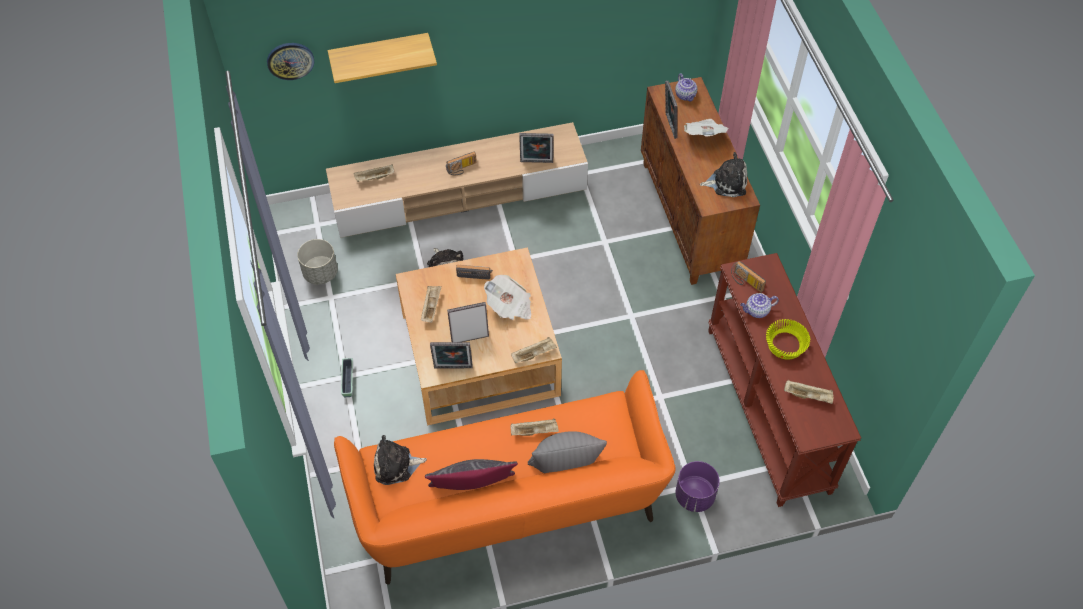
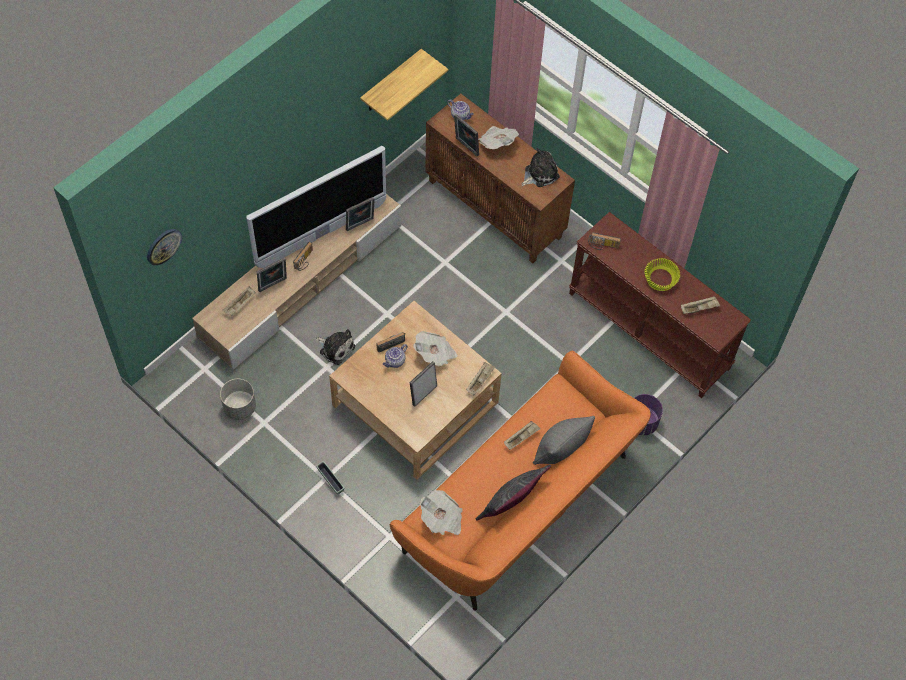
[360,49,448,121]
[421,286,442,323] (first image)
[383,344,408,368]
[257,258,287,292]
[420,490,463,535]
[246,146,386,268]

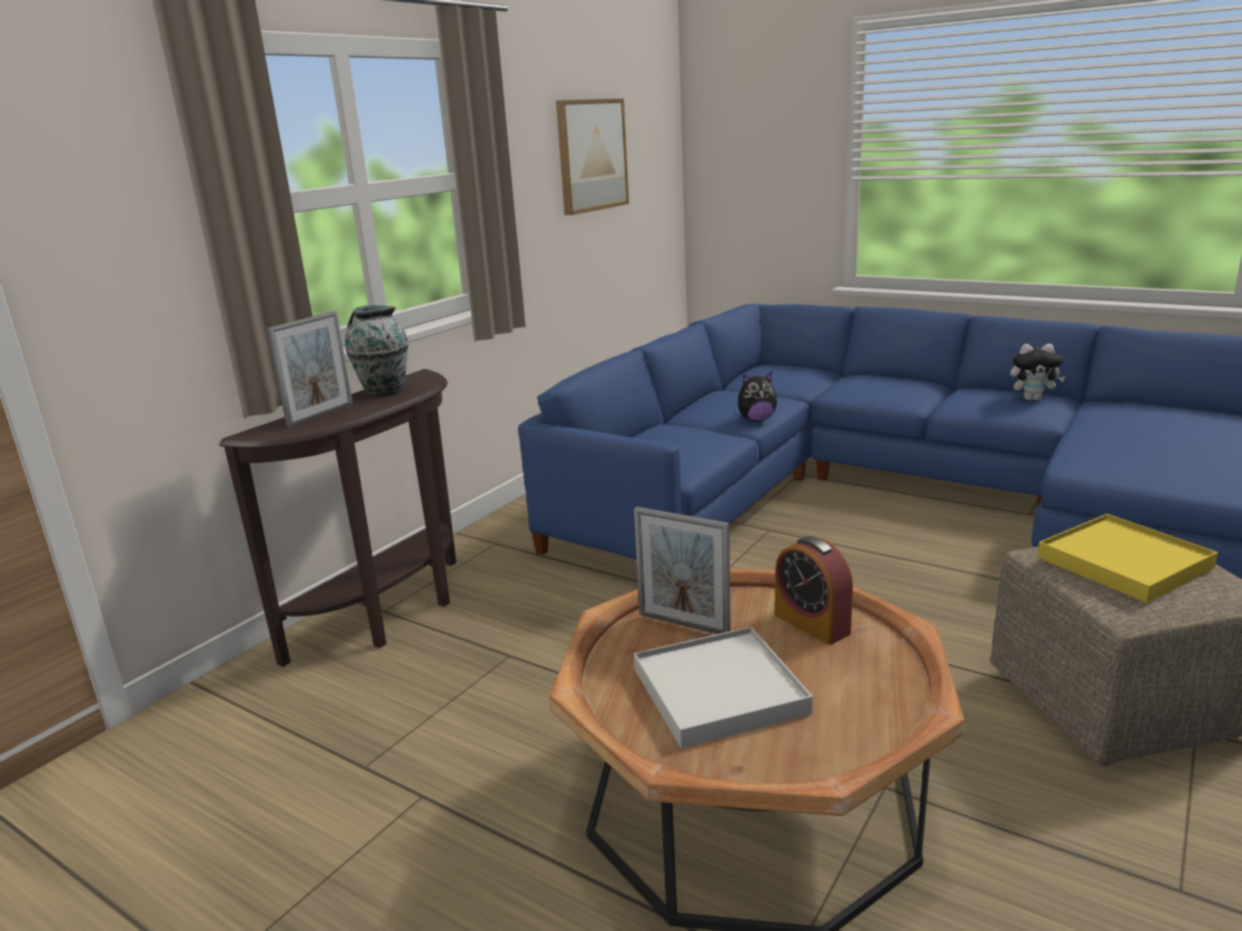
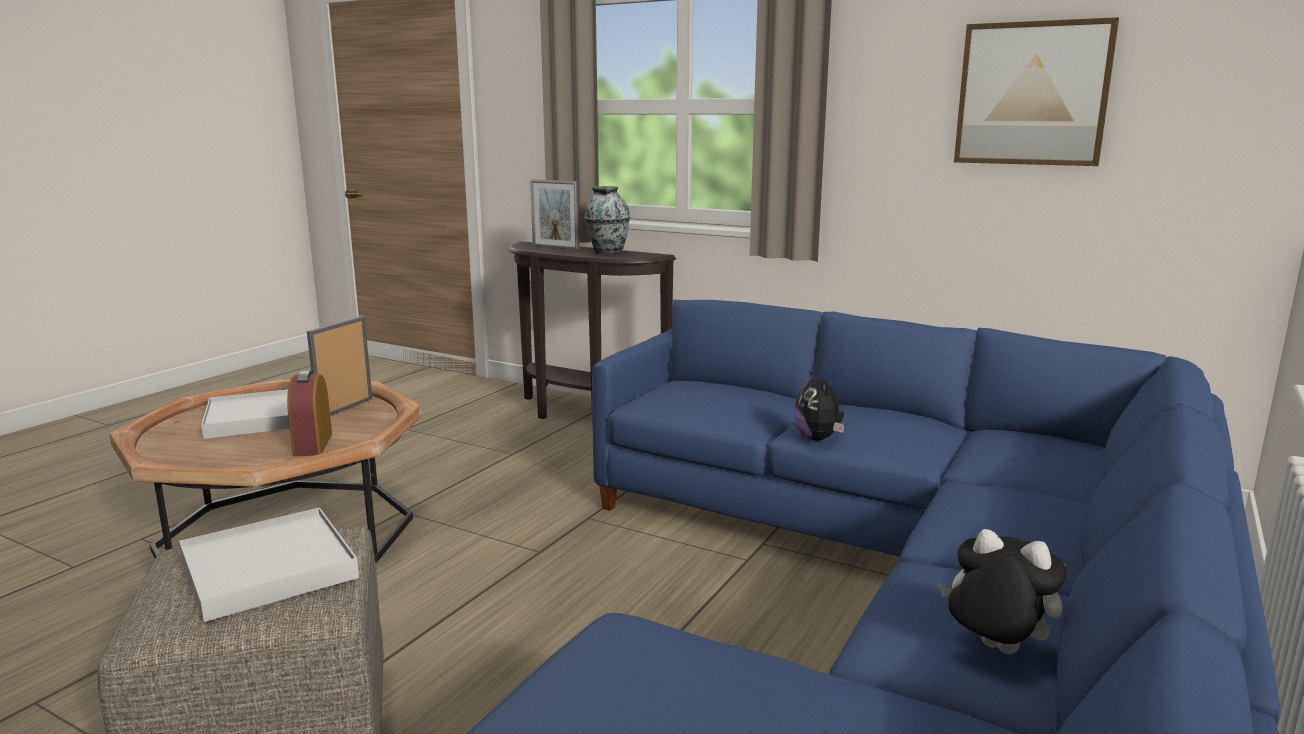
[939,529,1067,654]
[179,507,359,622]
[287,371,332,457]

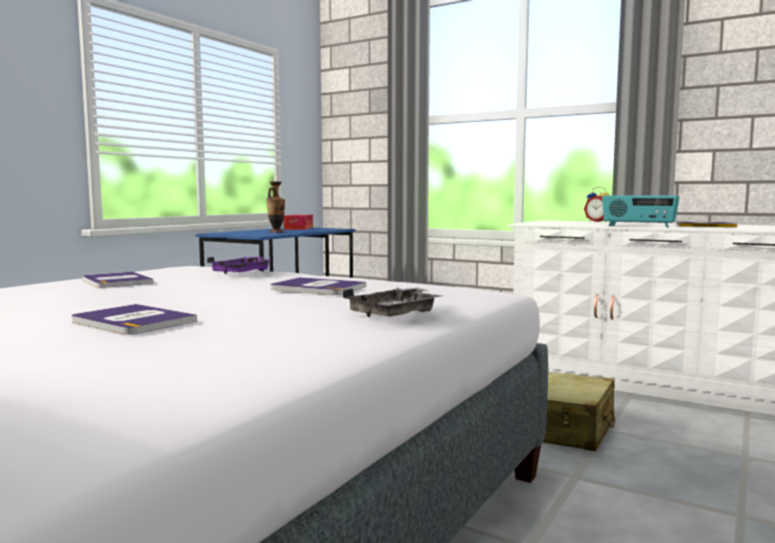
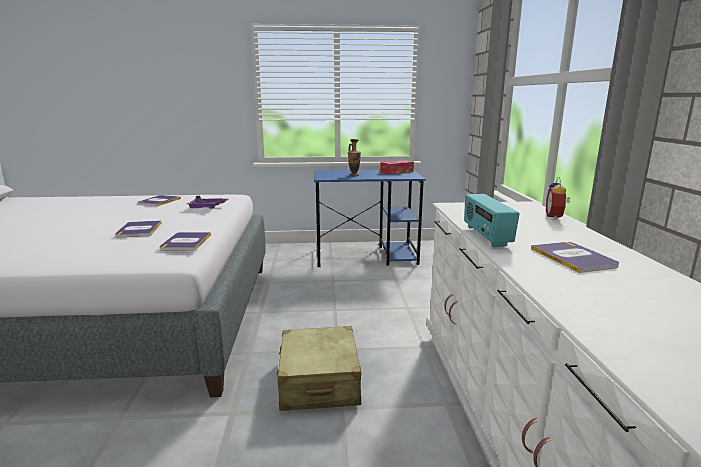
[343,287,442,317] (first image)
[159,232,211,251]

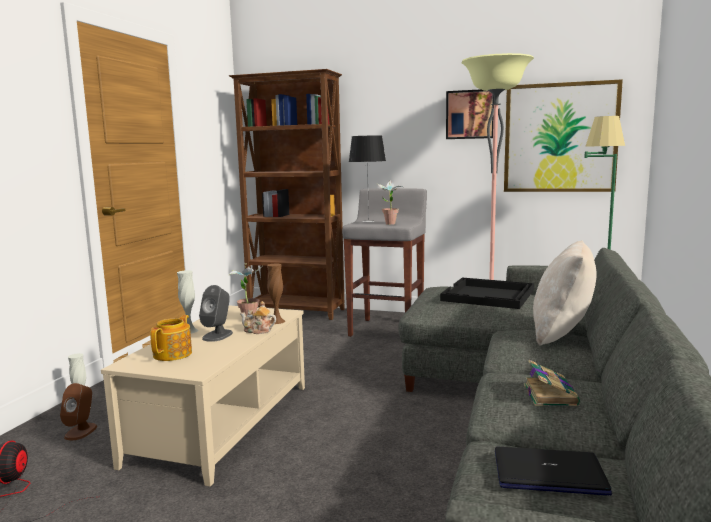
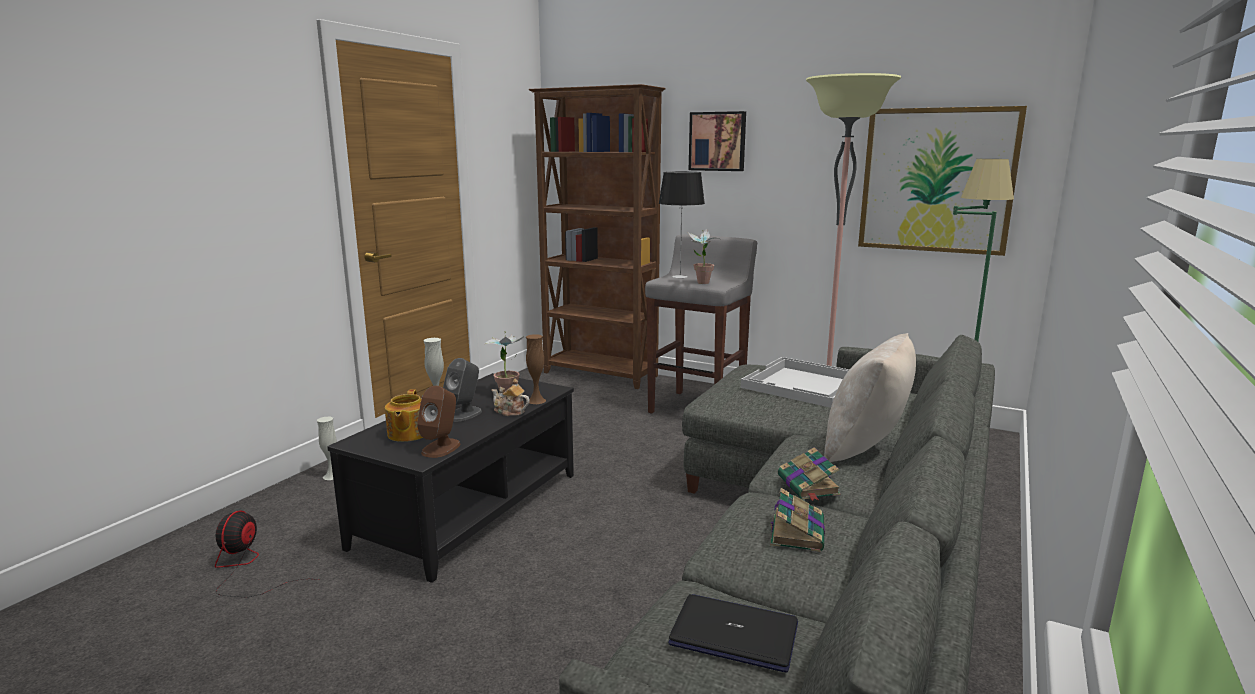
[689,111,746,171]
[741,357,850,408]
[327,373,574,583]
[385,390,423,442]
[417,386,460,458]
[778,447,841,501]

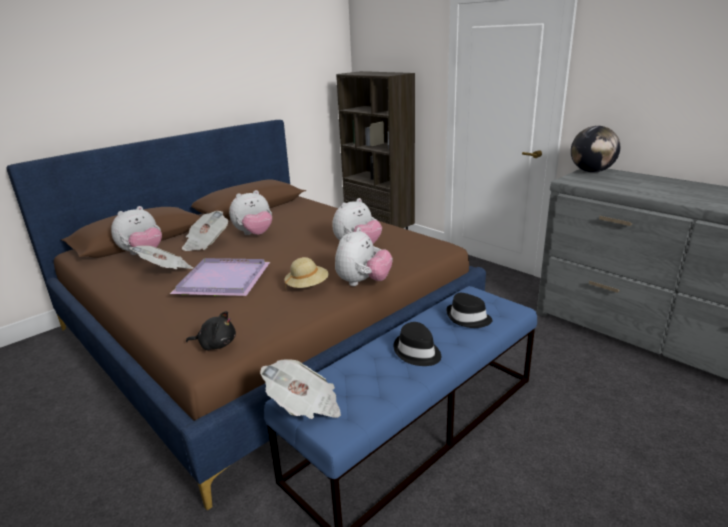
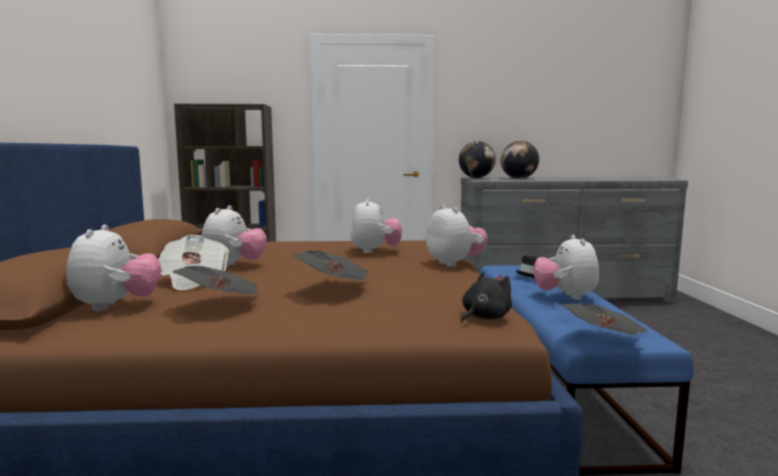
[285,257,329,288] (first image)
[293,251,369,280]
[533,235,599,300]
[501,141,539,179]

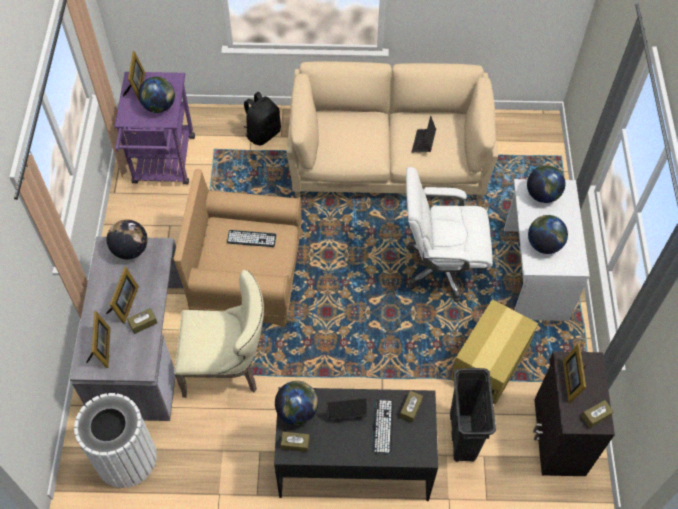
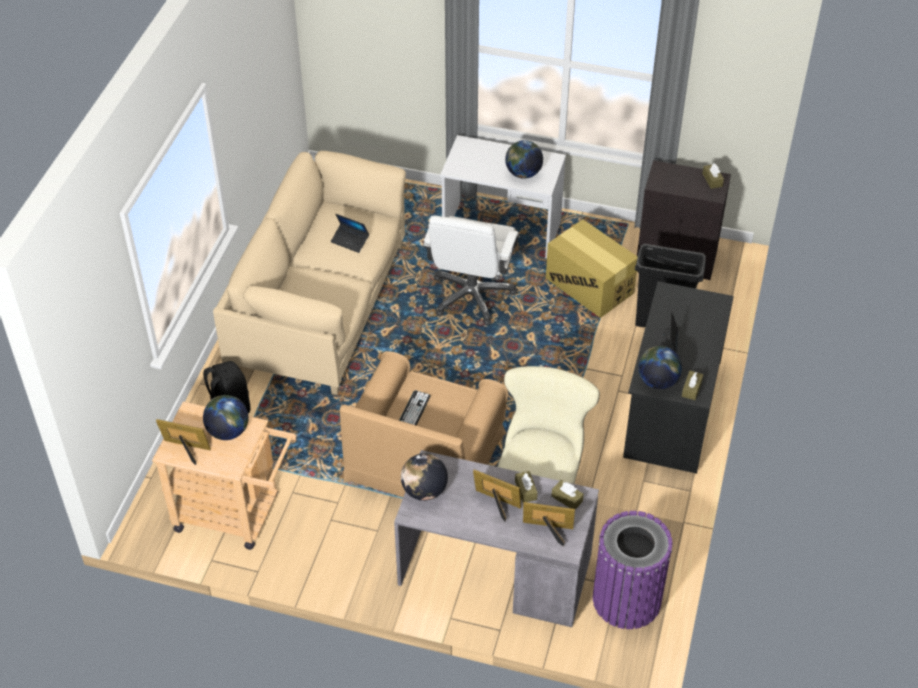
[152,402,297,550]
[527,165,566,203] (first image)
[563,344,586,403] (first image)
[551,480,584,510]
[593,511,673,629]
[372,399,393,455] (first image)

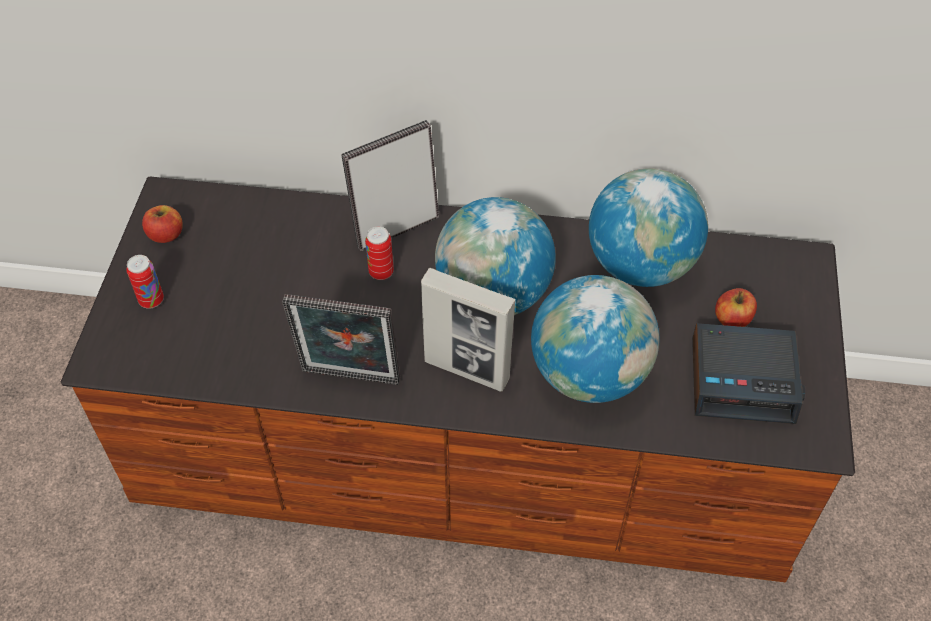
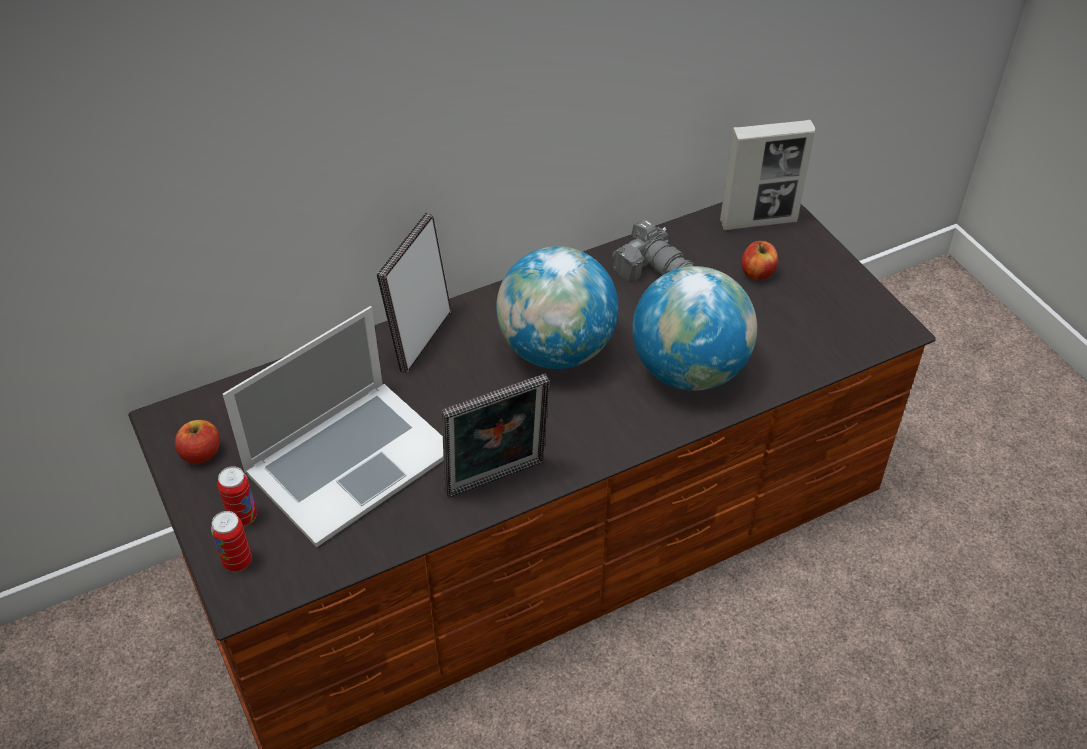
[612,219,694,281]
[211,511,252,572]
[720,120,816,230]
[692,323,805,424] (first image)
[223,306,444,547]

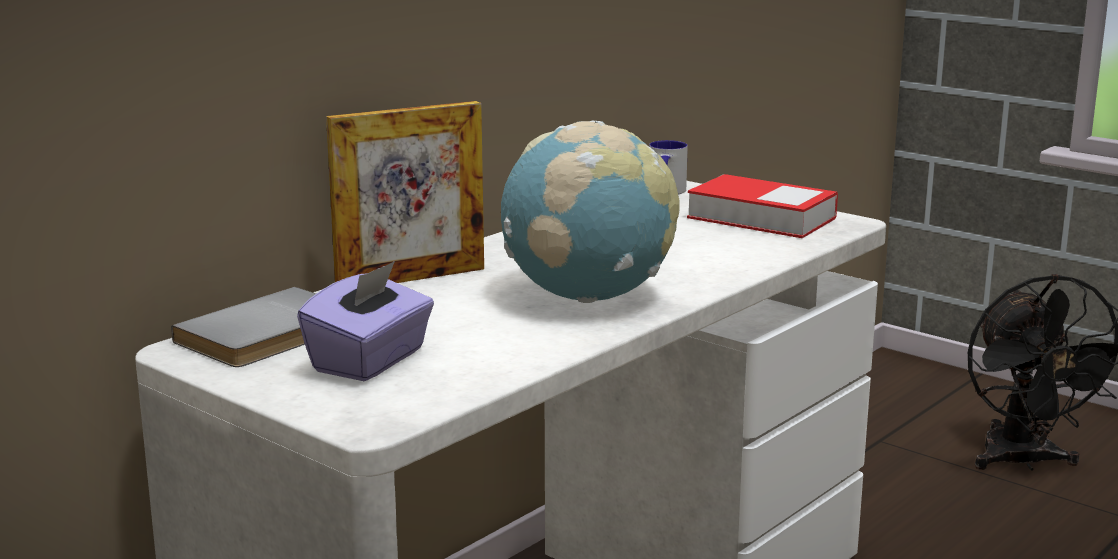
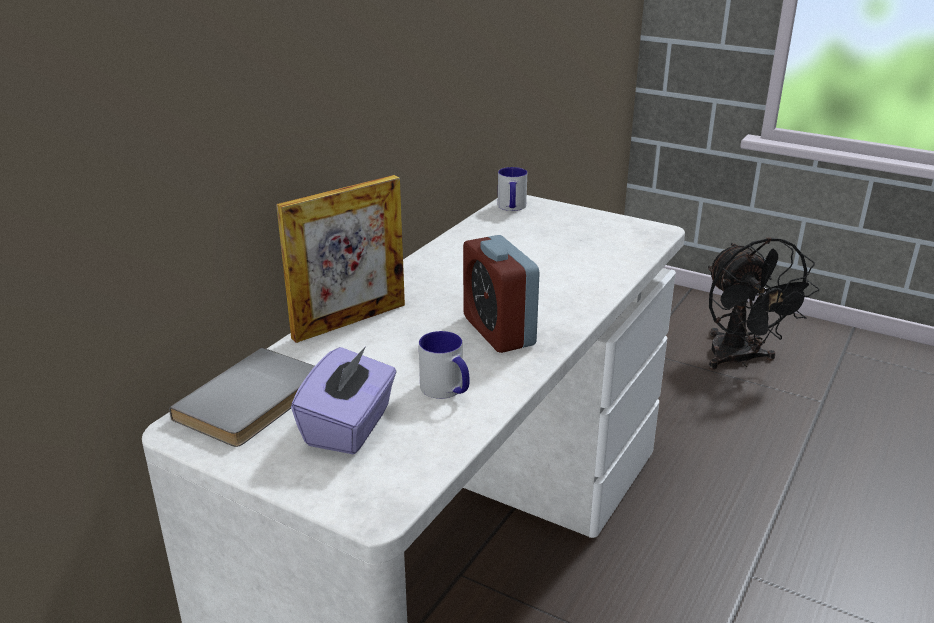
[463,235,540,353]
[687,174,838,238] (first image)
[419,331,469,399]

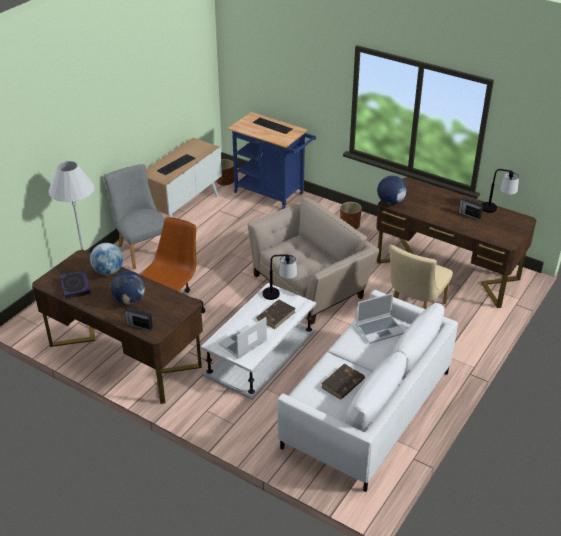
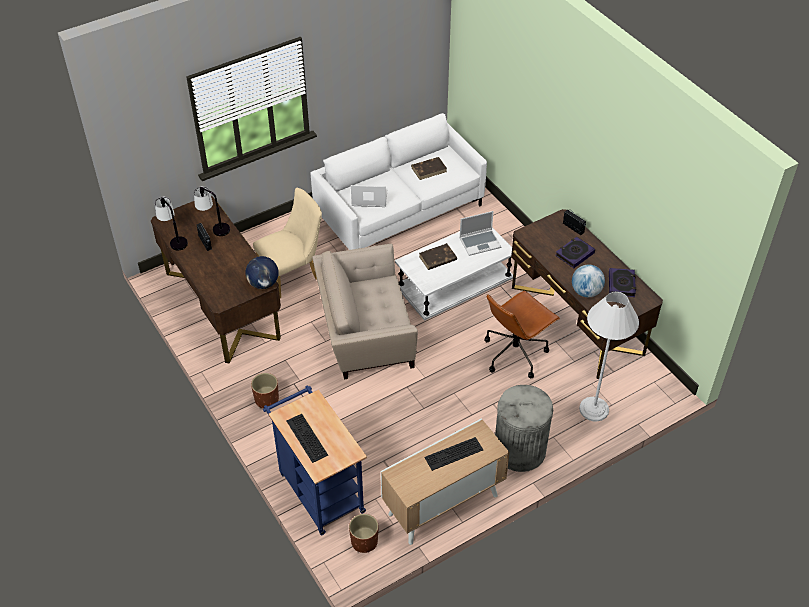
[495,385,553,472]
[194,186,230,236]
[555,237,595,268]

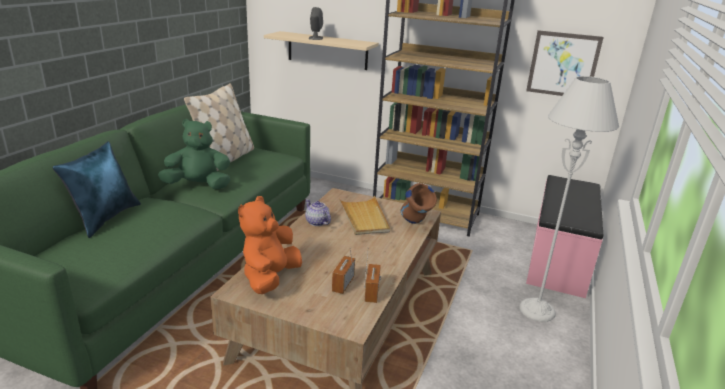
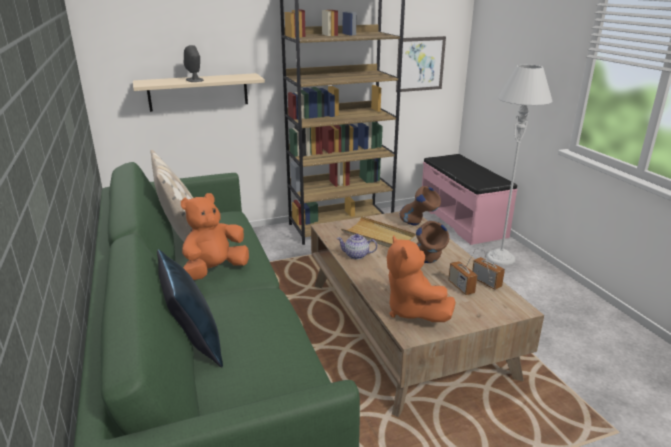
[181,193,249,280]
[416,221,449,263]

